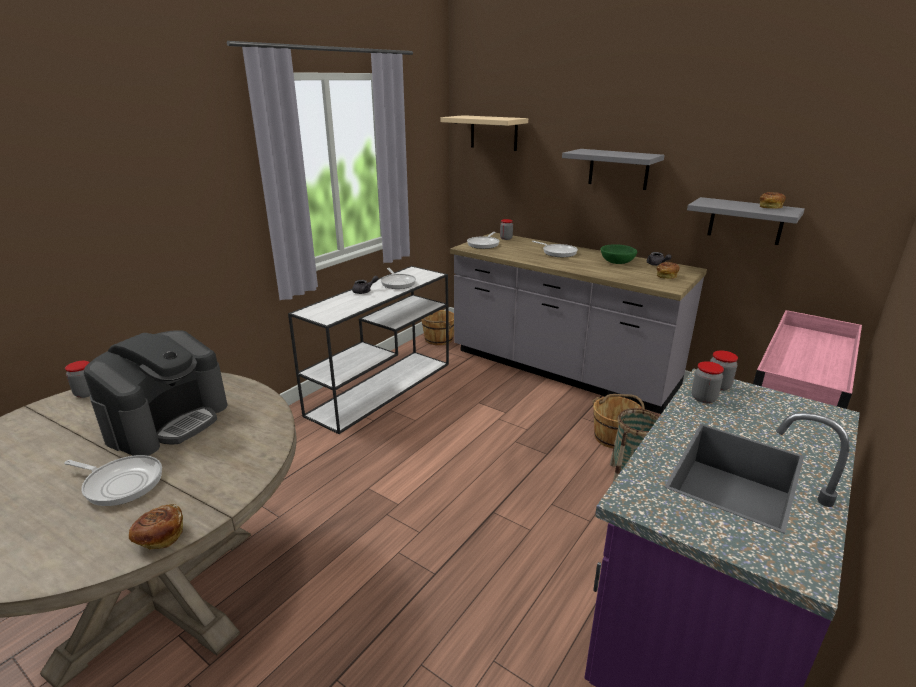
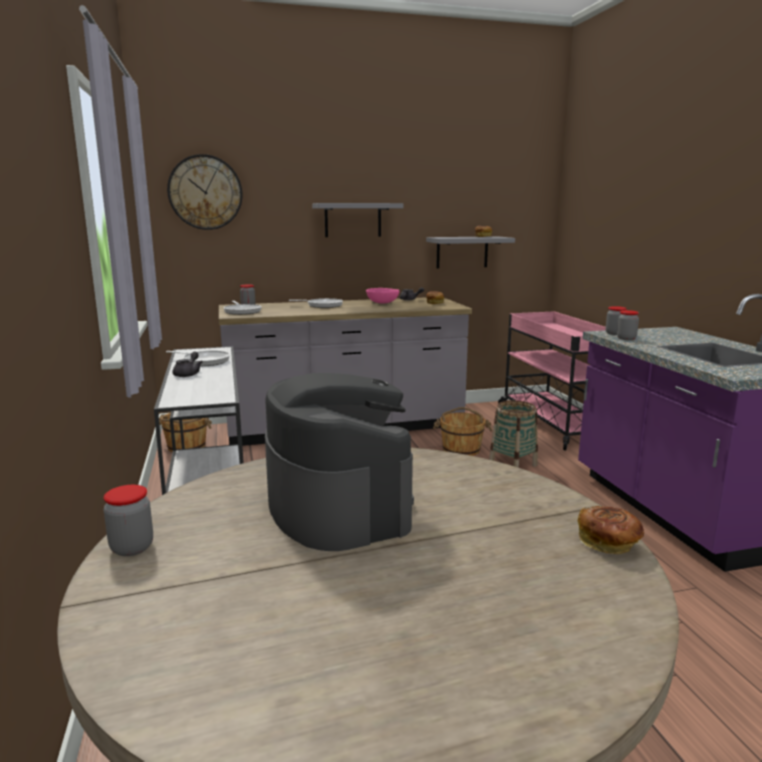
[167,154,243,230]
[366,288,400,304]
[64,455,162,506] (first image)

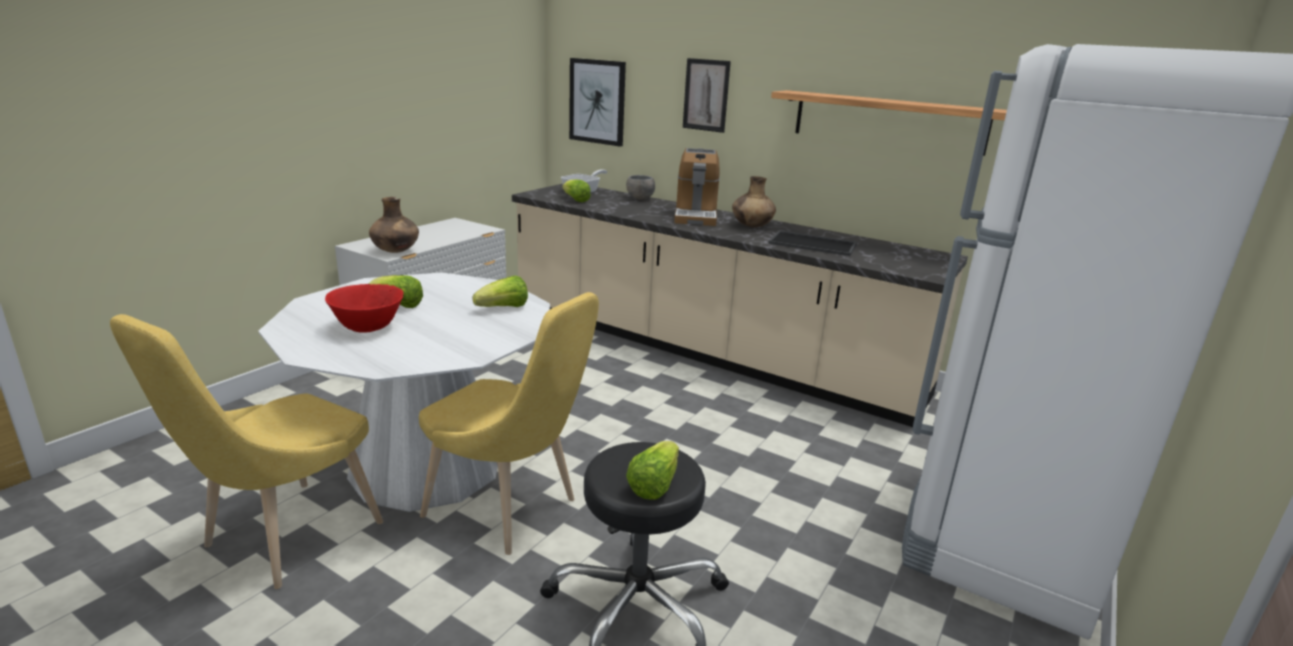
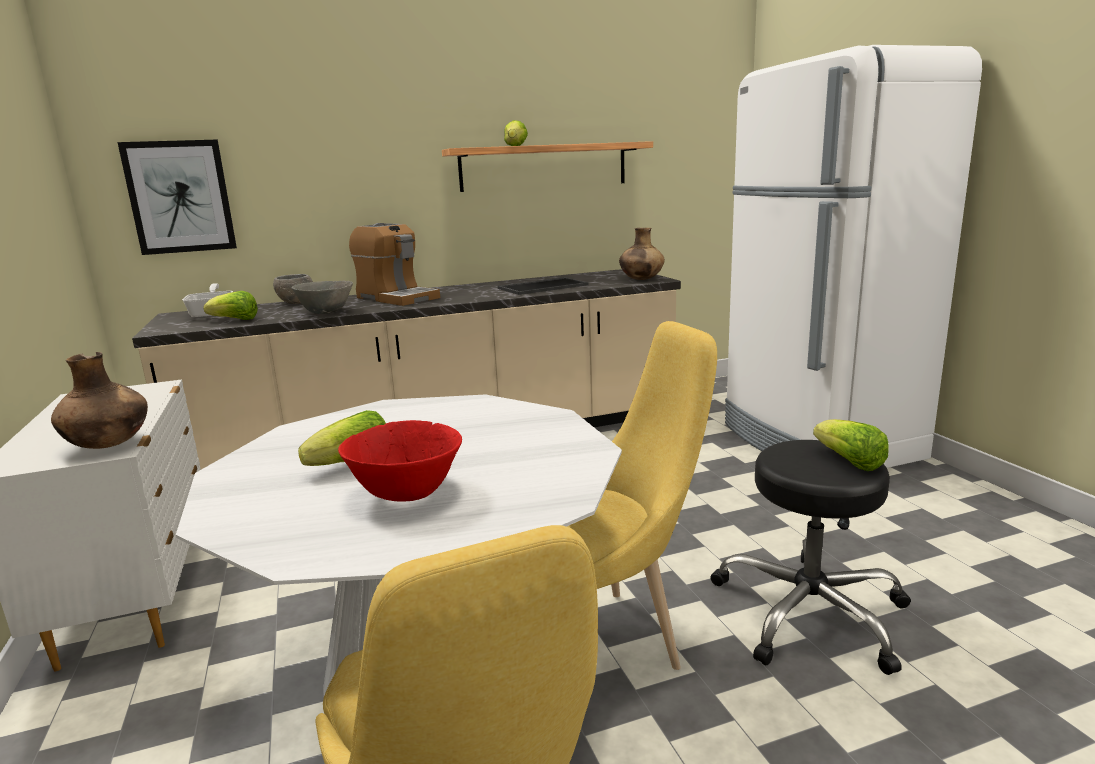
[683,58,731,133] (first image)
[619,228,665,280]
[504,120,528,146]
[292,281,353,314]

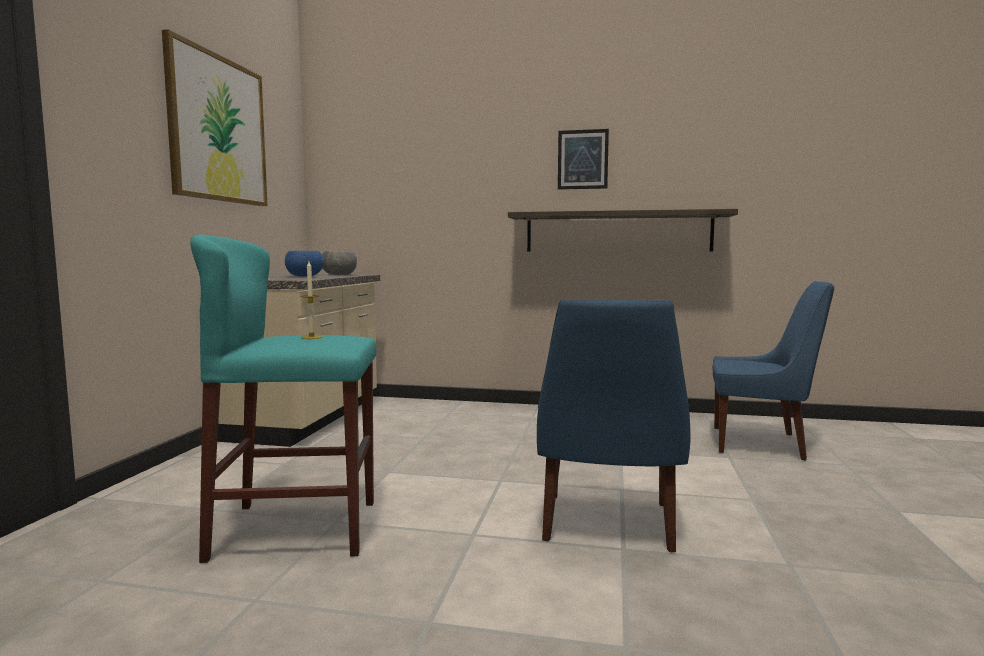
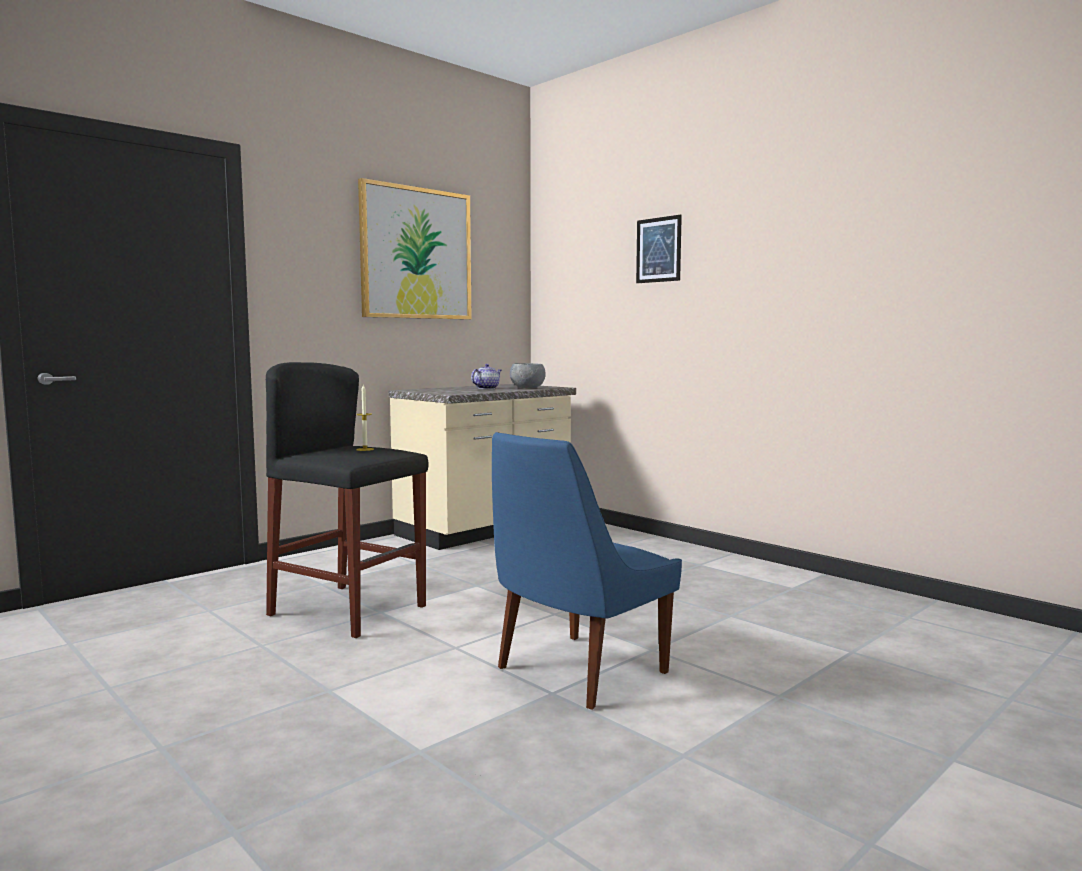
[636,214,682,283]
[508,209,738,252] (first image)
[266,362,429,638]
[471,364,501,389]
[712,281,834,461] (first image)

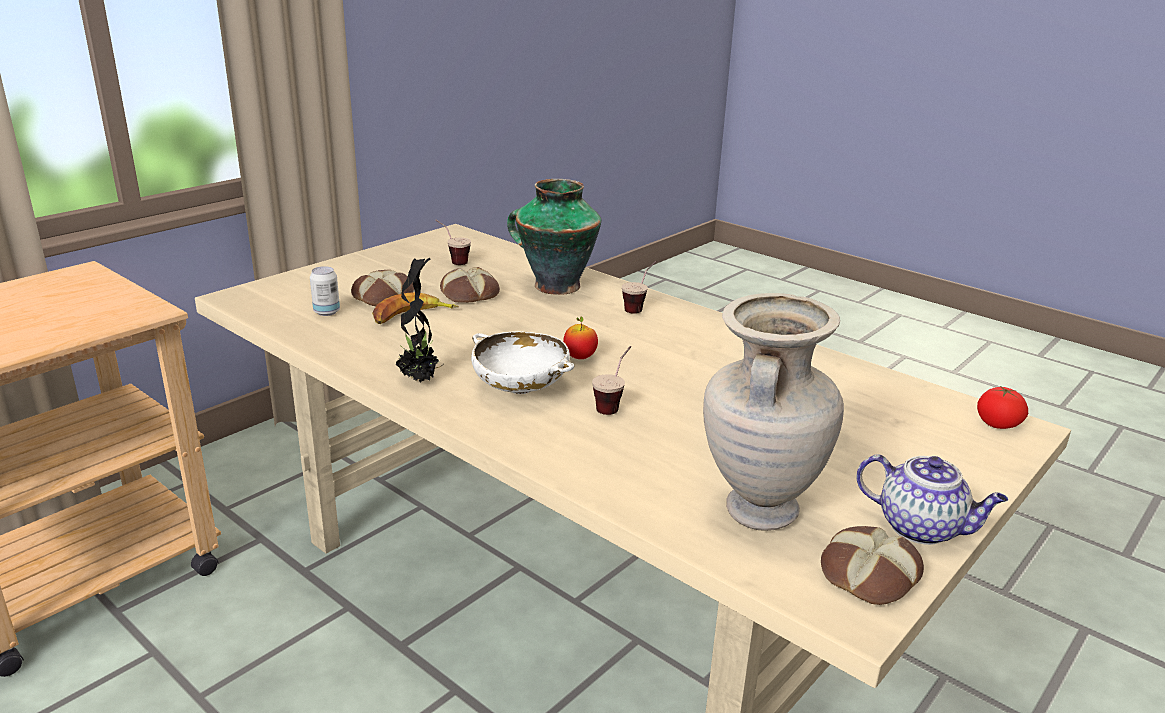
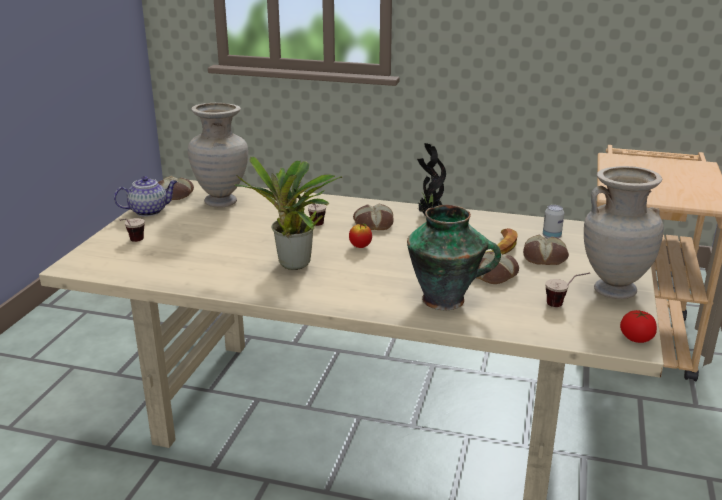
[119,218,145,242]
[353,204,394,230]
[620,310,657,343]
[114,176,177,216]
[234,157,342,270]
[584,166,664,299]

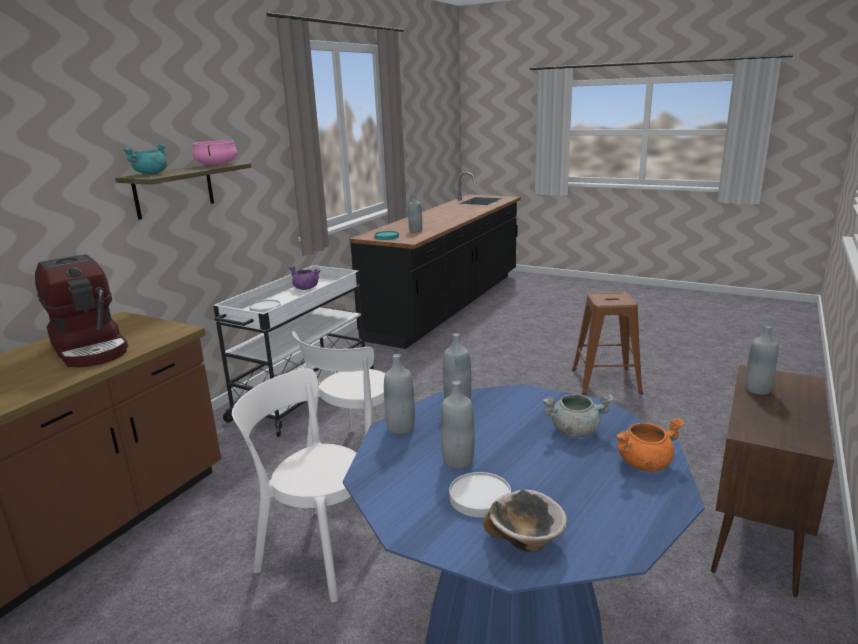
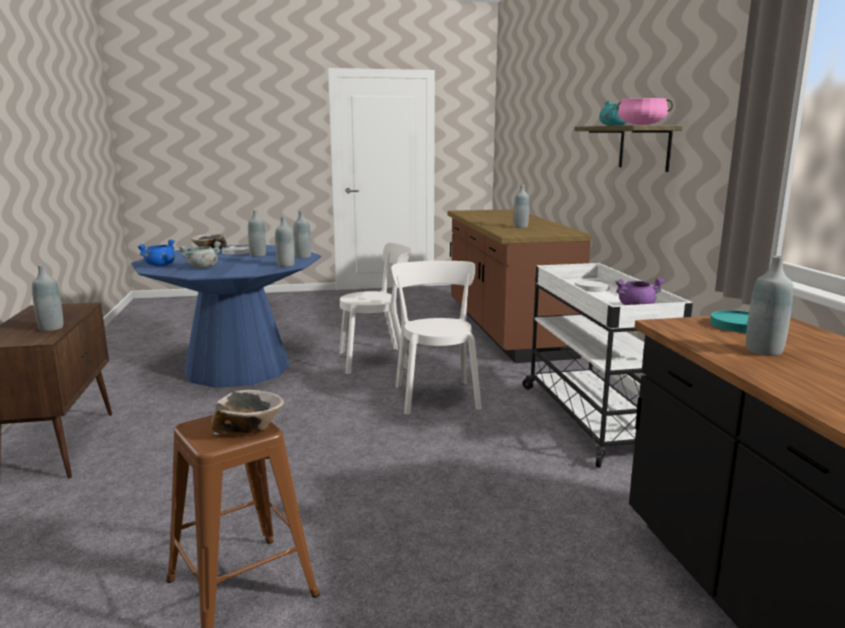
[513,185,529,228]
[137,239,175,267]
[211,390,284,434]

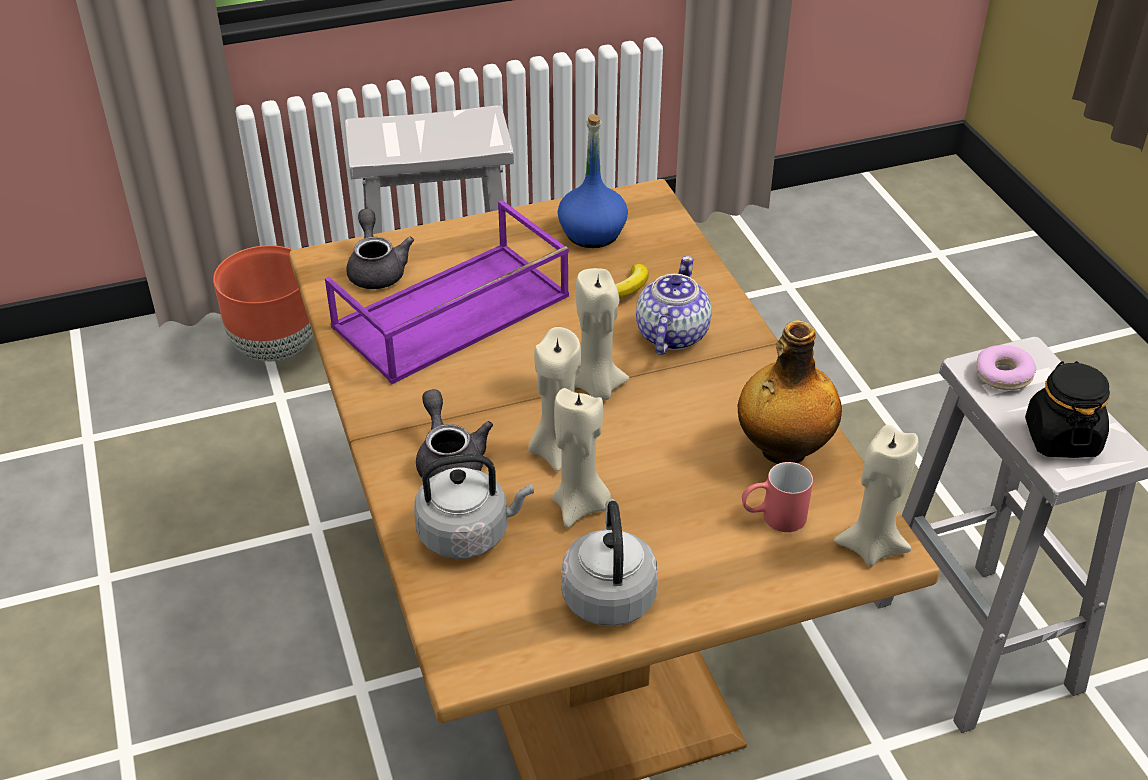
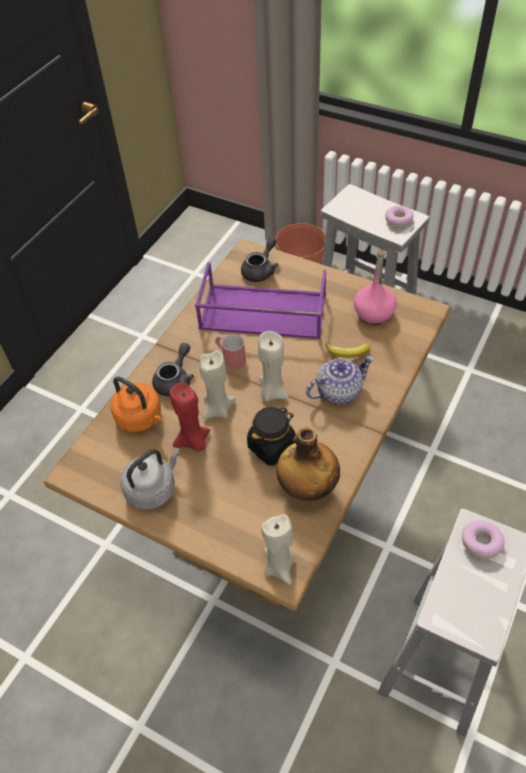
[354,250,397,325]
[247,407,296,465]
[170,382,210,452]
[110,376,162,432]
[215,334,246,369]
[385,206,414,228]

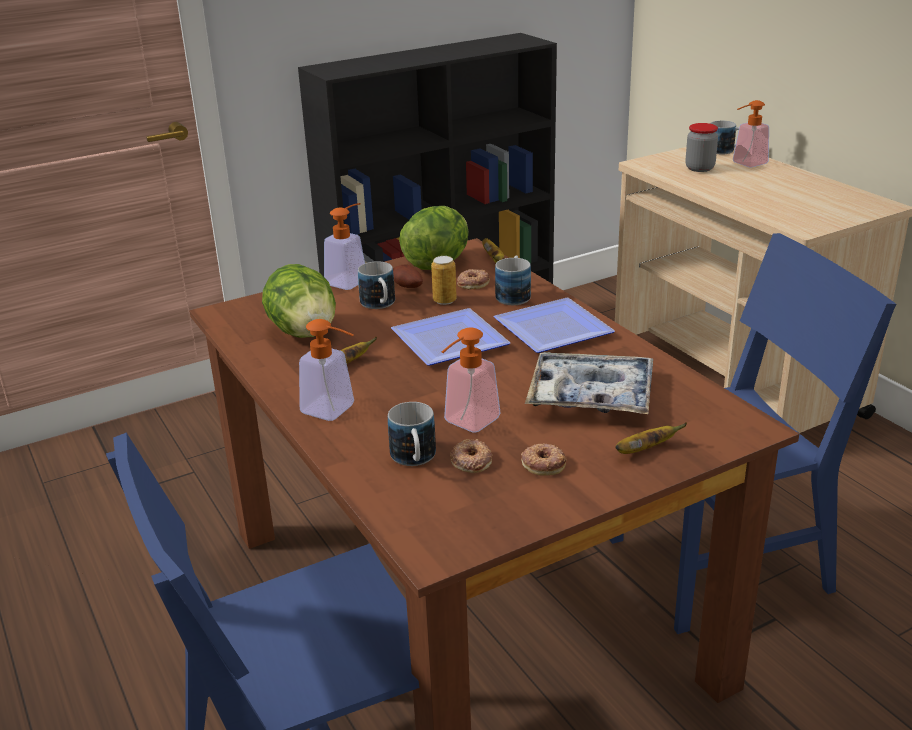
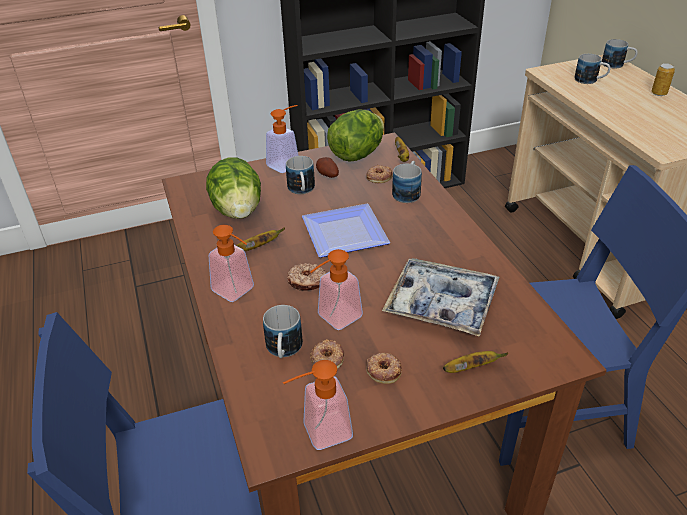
[283,360,353,450]
[574,54,611,84]
[652,63,675,96]
[493,298,615,353] (first image)
[287,263,326,291]

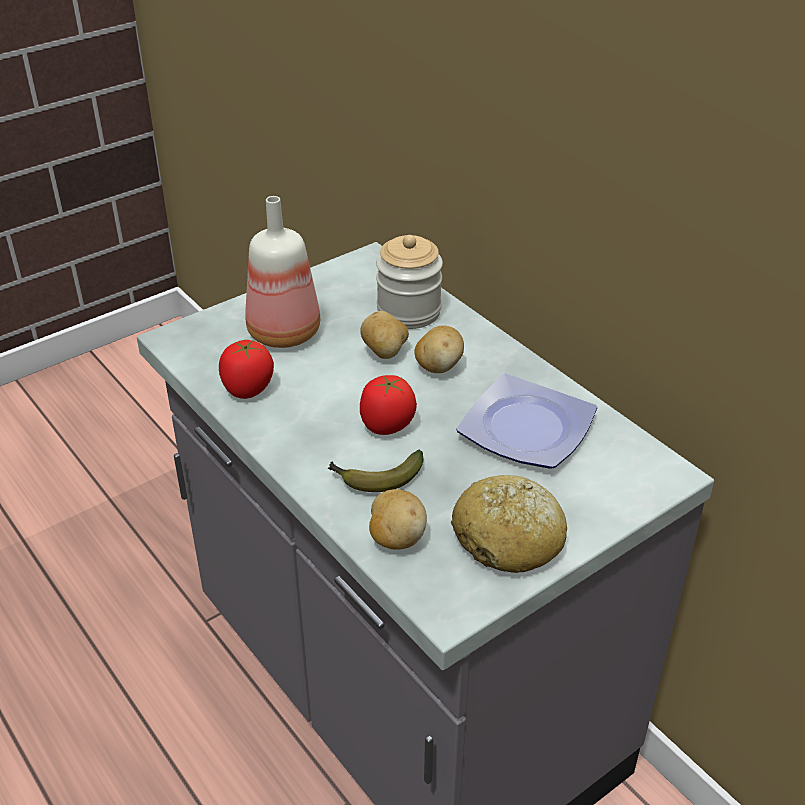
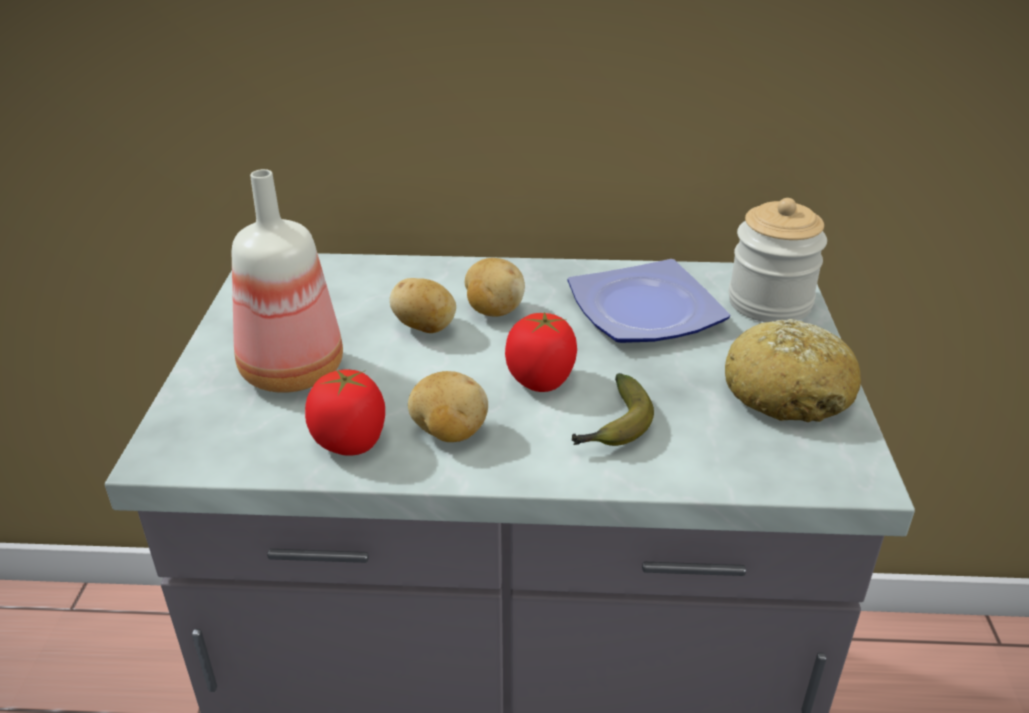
[729,198,827,322]
[408,371,488,442]

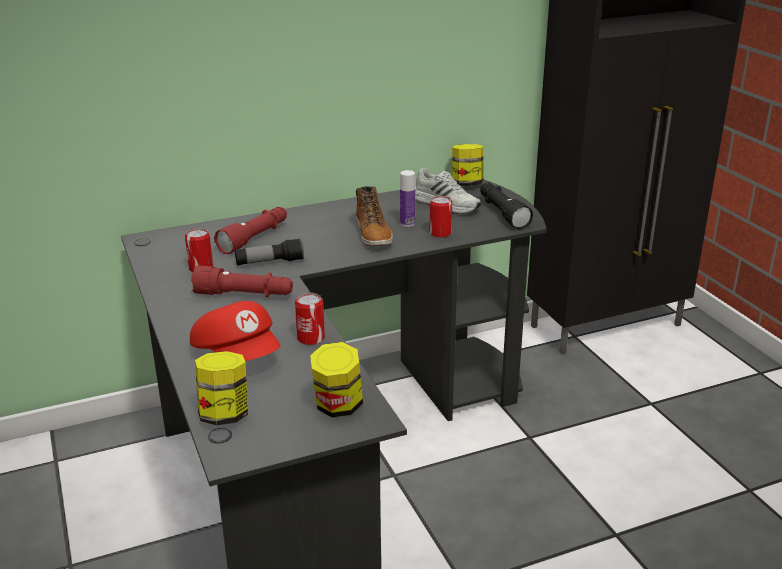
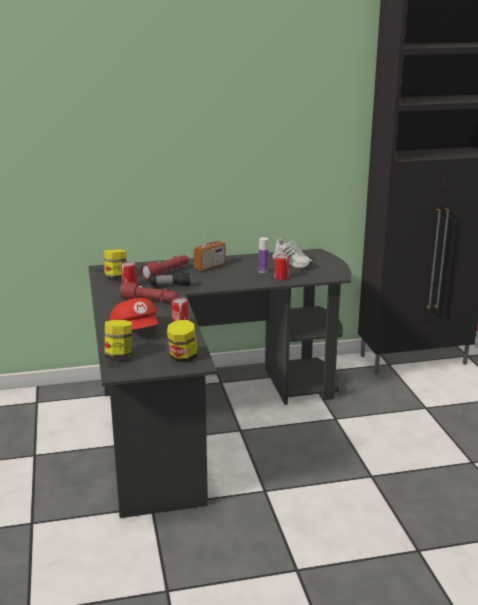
[104,249,126,279]
[480,183,533,229] (first image)
[356,186,393,246] (first image)
[193,221,226,271]

